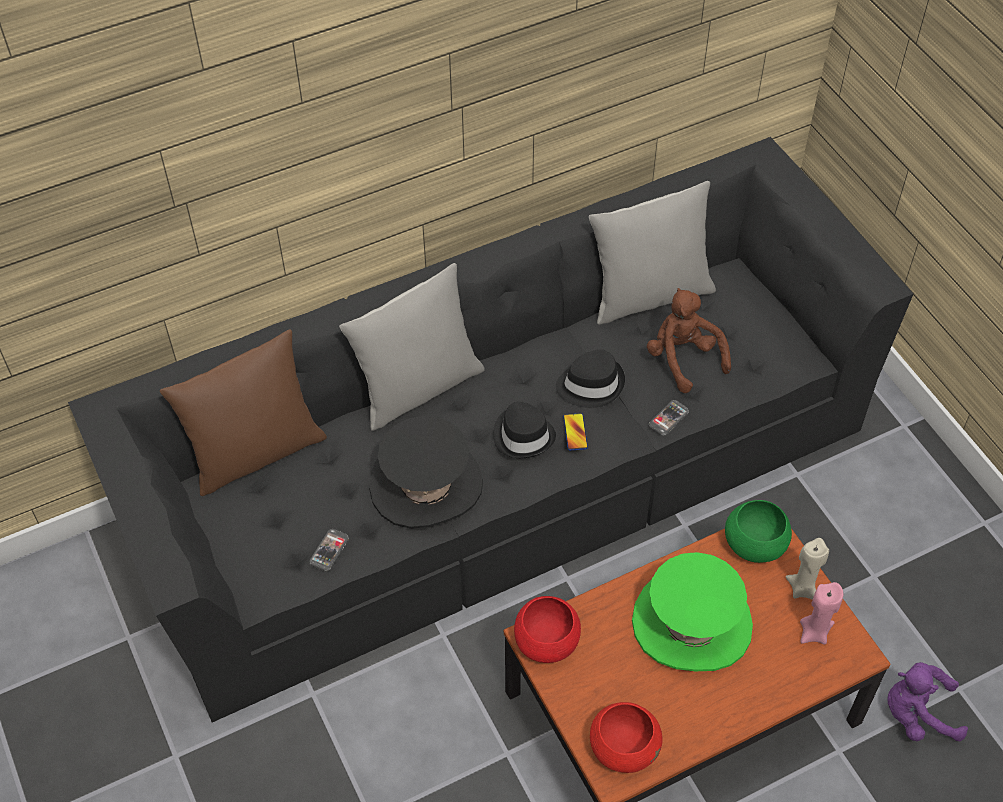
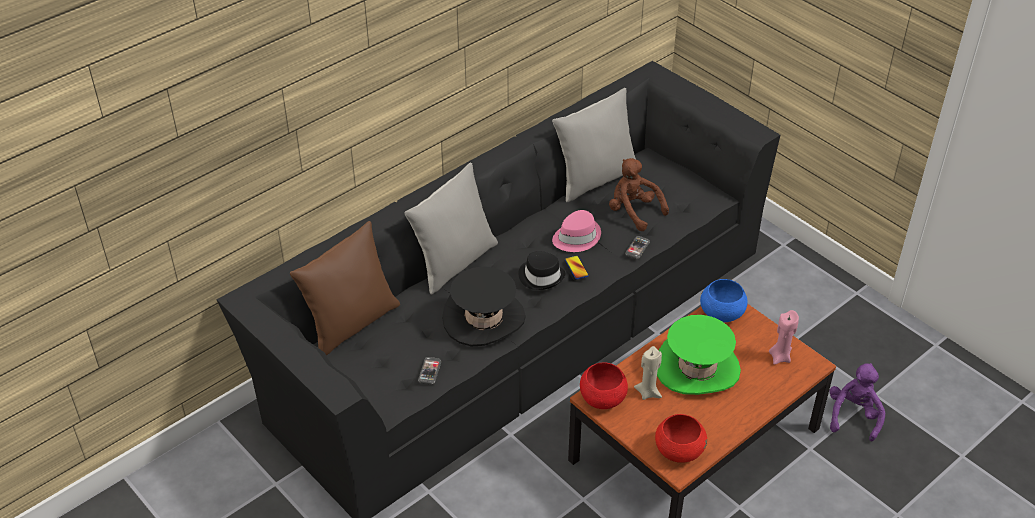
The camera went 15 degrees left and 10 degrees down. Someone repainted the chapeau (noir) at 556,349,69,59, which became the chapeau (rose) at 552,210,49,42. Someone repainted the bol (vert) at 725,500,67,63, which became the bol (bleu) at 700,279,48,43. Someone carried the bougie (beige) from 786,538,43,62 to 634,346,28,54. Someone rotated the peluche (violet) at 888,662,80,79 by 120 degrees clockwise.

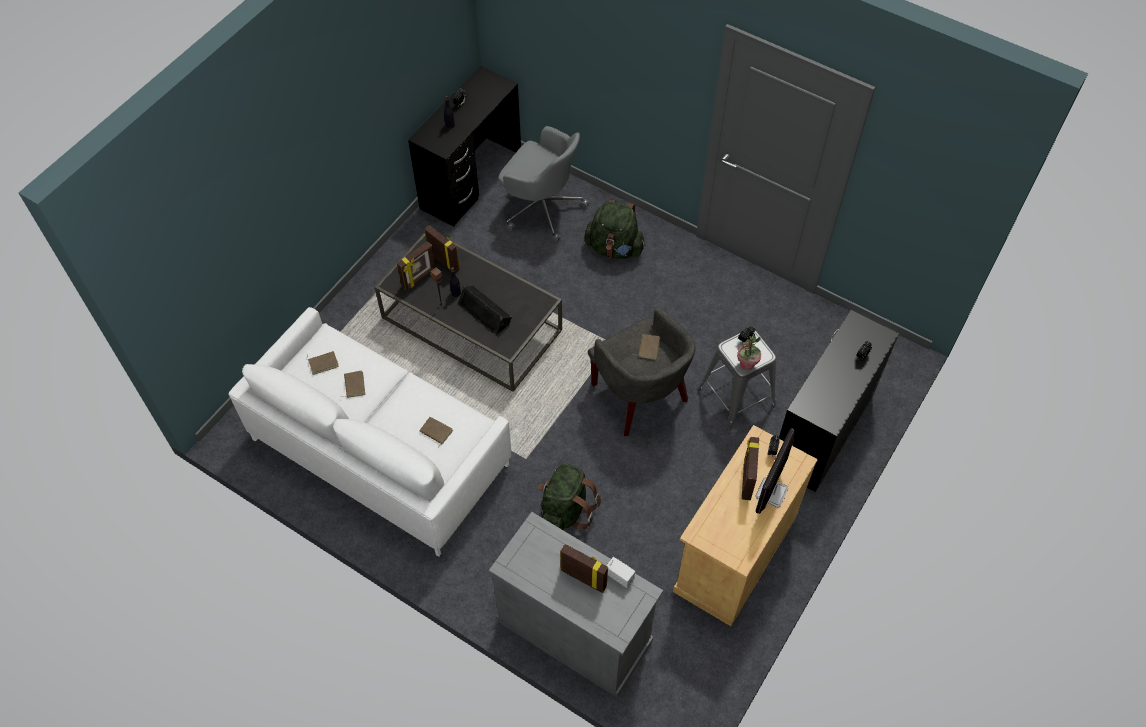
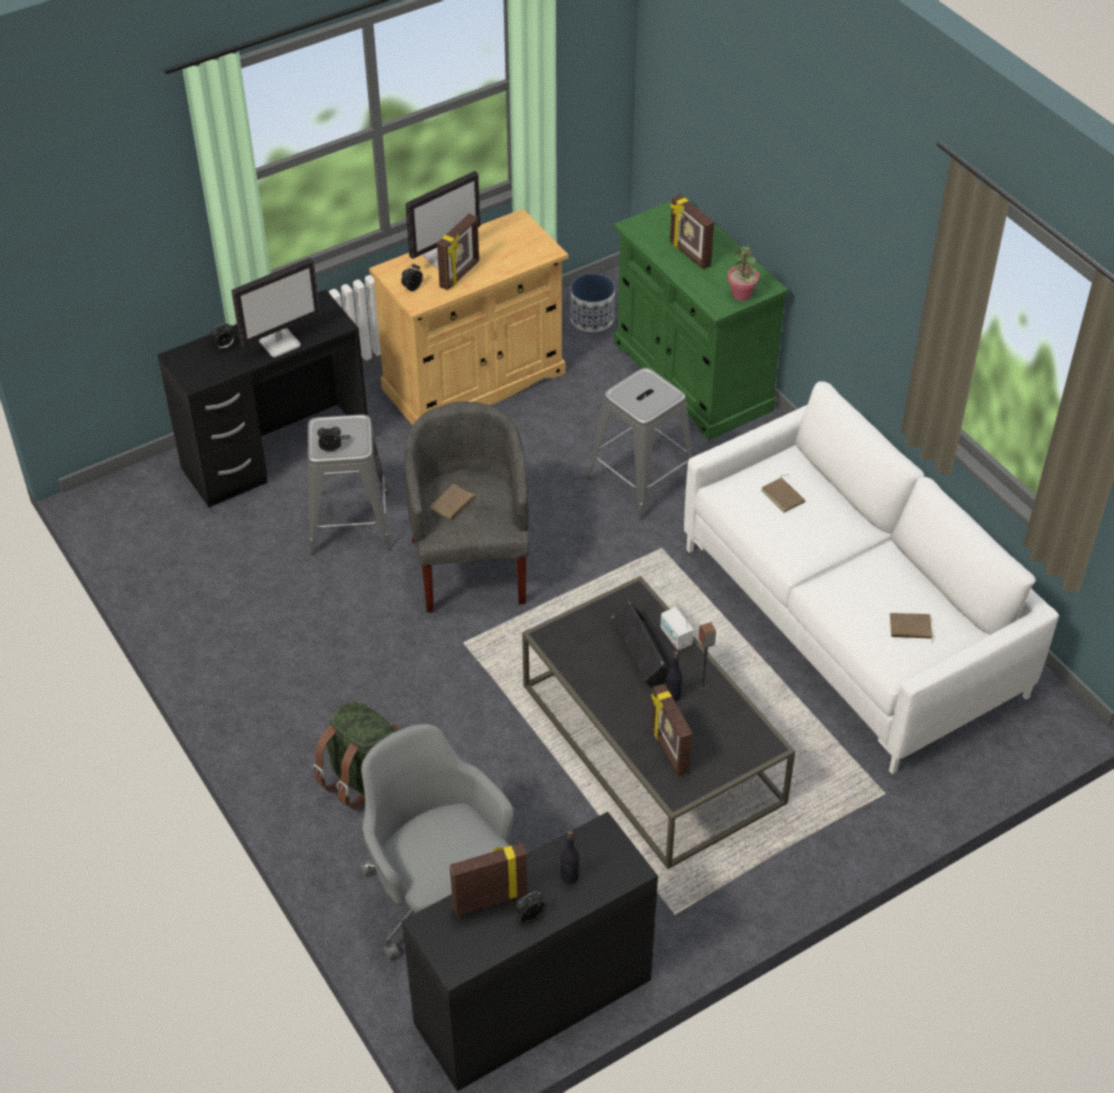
The camera went 155 degrees left and 10 degrees down. Someone took away the livre (marron) at 342,370,23,28. Someone carried the cadre photo from 397,241,38,50 to 450,844,77,72. Someone repainted the meuble de rangement (gris) at 489,512,174,186, which became the meuble de rangement (vert) at 613,196,175,244. Someone swapped the sac à dos (vert) at 538,463,63,67 for the tabouret (gris) at 586,368,106,152. Someone carried the radio from 606,557,29,31 to 661,607,33,44. Someone carried the plante en pot from 737,336,24,34 to 727,246,32,55. Someone put down the écran d'ordinateur at 231,258,89,99. Someone put down the cache-pot at 570,274,45,58.

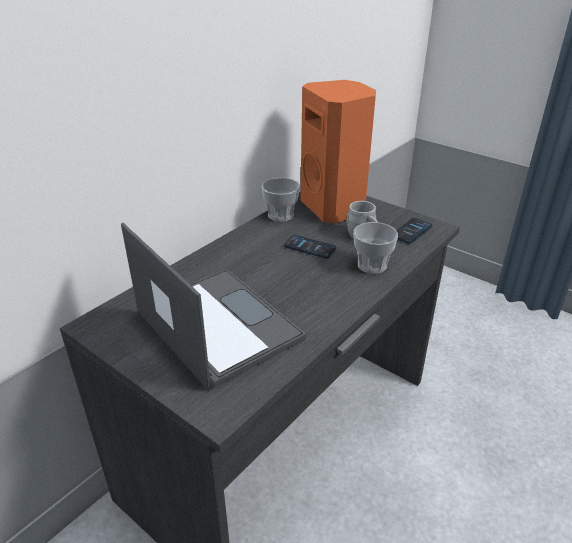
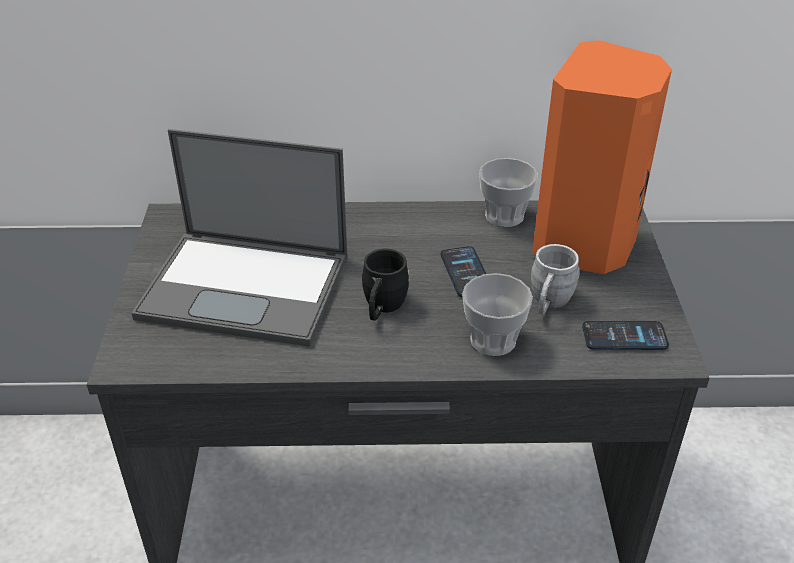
The camera went 50 degrees right and 5 degrees up. Someone rotated the ordinateur portable at 121,223,185,168 by 90 degrees clockwise. Someone put down the mug (noir) at 362,249,47,72.

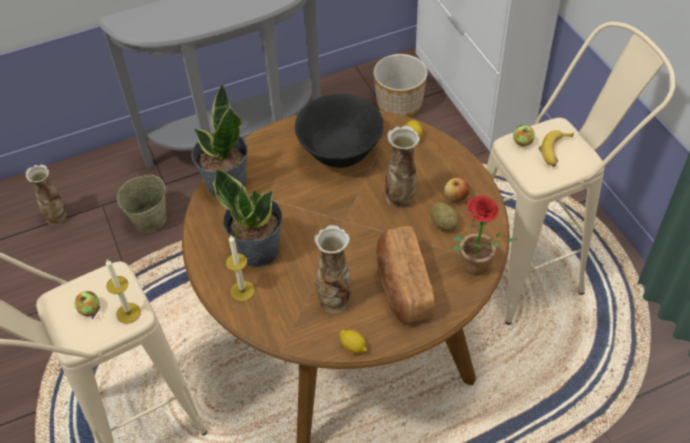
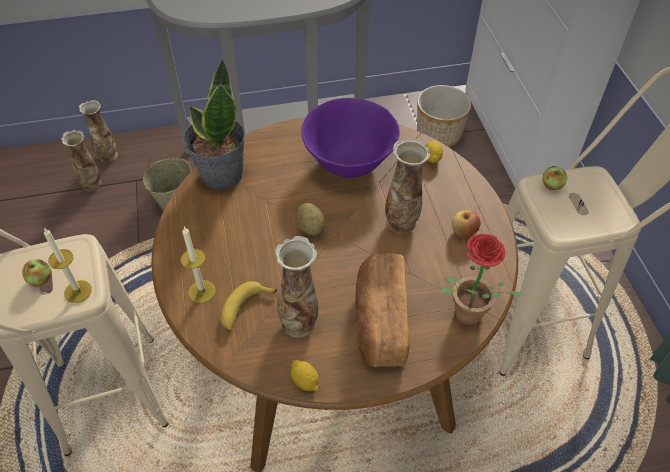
The camera went 10 degrees right and 0 degrees up. Someone took away the plante en pot at 213,169,69,98. Someone repainted the bol (noir) at 295,94,89,74, which became the bol (violet) at 301,98,99,80. Someone carried the pomme de terre from 430,202,28,28 to 297,203,28,32. Someone carried the banane from 541,130,33,37 to 220,281,57,51. Someone put down the vase at 79,100,39,62.

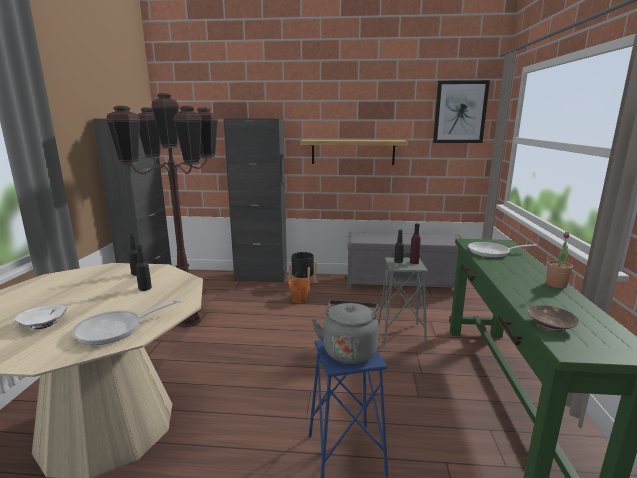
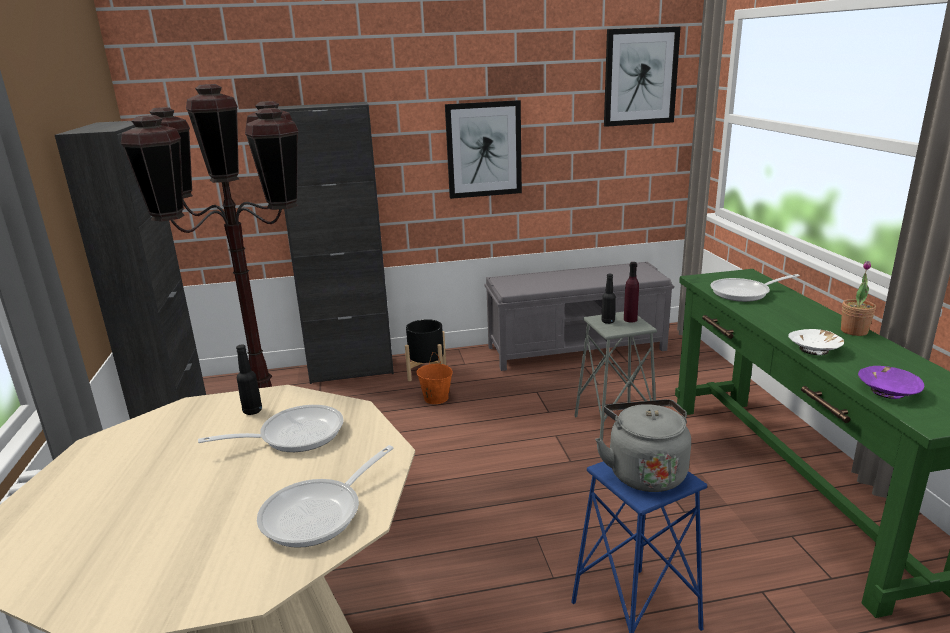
The camera went 15 degrees left and 5 degrees up. Someone carried the bol (blanc) from 15,305,52,24 to 788,329,56,26. Someone swapped the bouteille (noir) at 135,244,17,47 for the poêle at 198,405,146,47. Someone swapped the étagère at 300,140,108,25 for the tableau at 445,100,77,99. Someone repainted the bol (marron) at 528,305,50,26, which became the bol (violet) at 858,366,66,33.

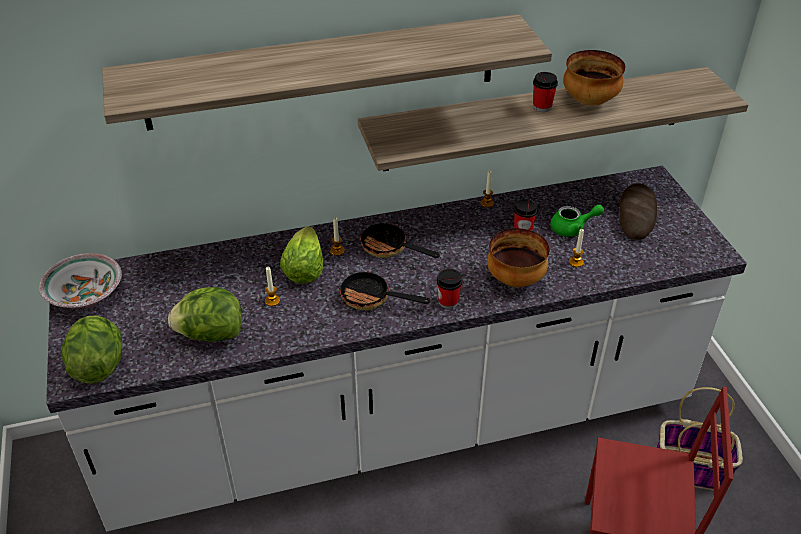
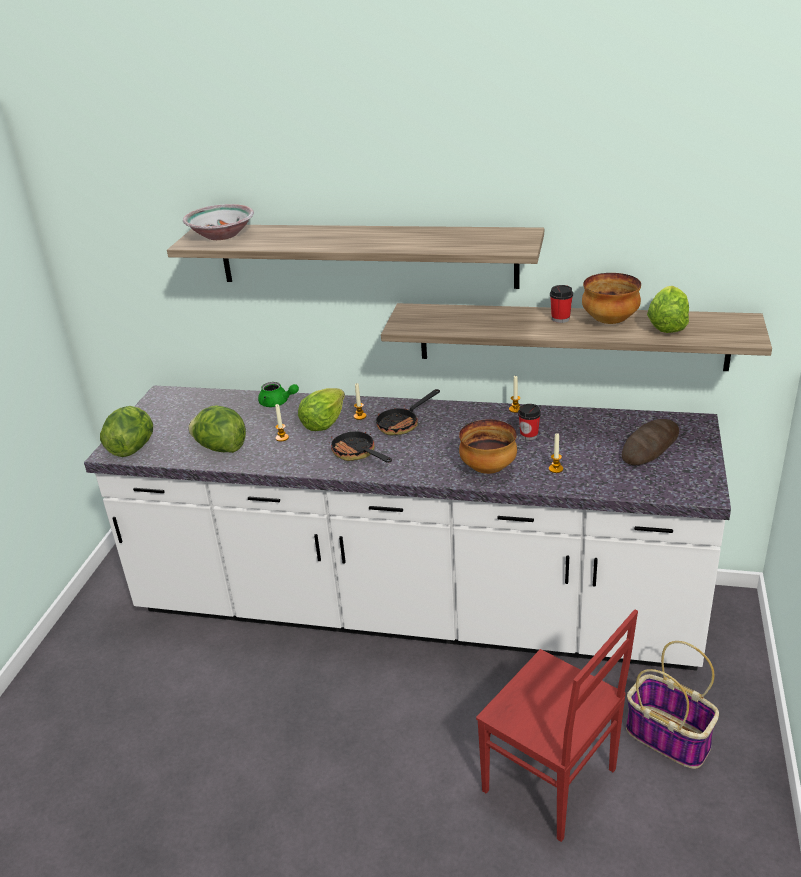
The camera went 30 degrees right and 10 degrees down. Someone carried the bol from 39,253,83,55 to 183,204,71,36. Someone rotated the poêle at 359,223,81,35 by 105 degrees counterclockwise. Someone took away the tasse at 437,269,25,40. Someone carried the théière (vert) from 550,204,54,33 to 258,382,41,25. Someone put down the laitue at 647,286,42,47.

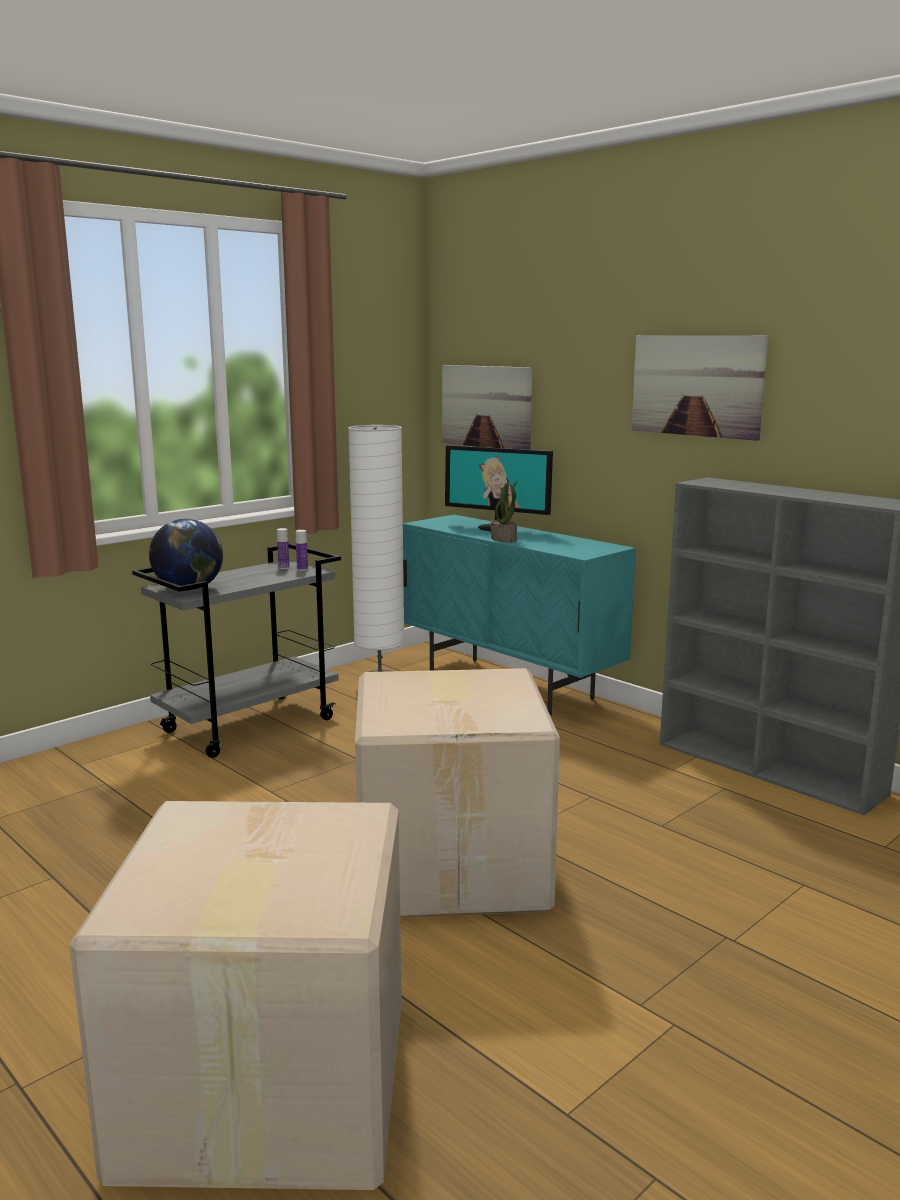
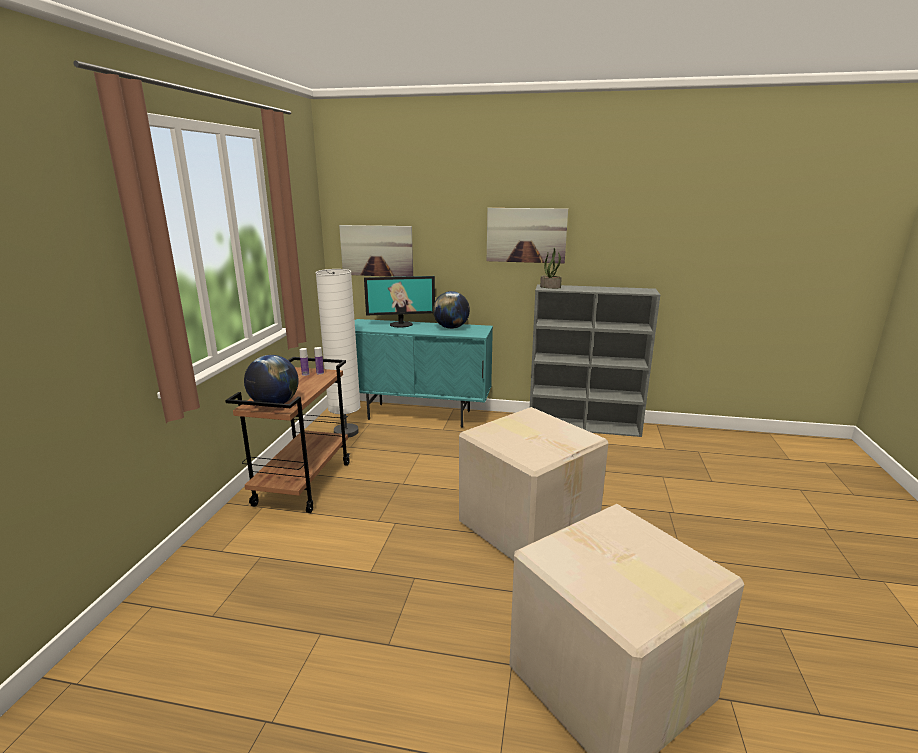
The camera went 35 degrees left and 5 degrees up. Someone repainted the chariot (gris) at 132,543,209,215, which became the chariot (marron) at 225,357,125,156. Someone carried the plante en pot from 491,477,28,66 to 540,248,22,41. Someone put down the globe at 433,291,37,38.

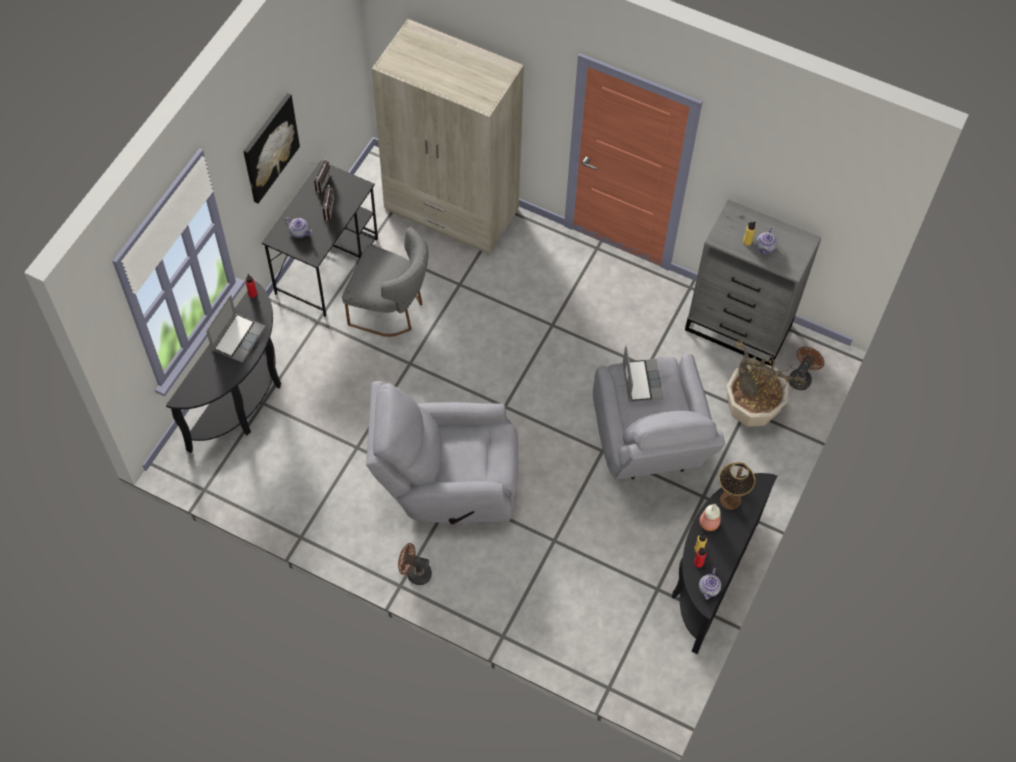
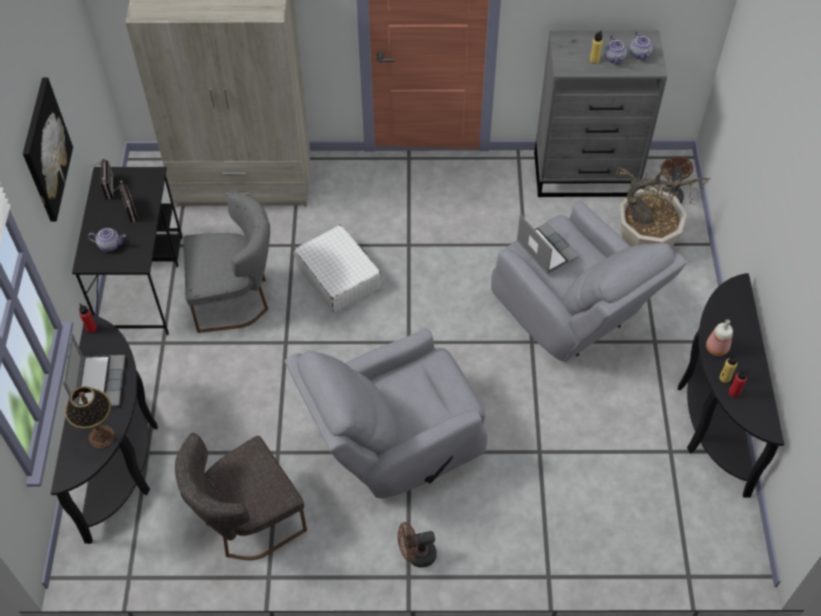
The camera went 25 degrees left and 5 degrees down. Someone carried the théière from 699,568,22,32 to 630,31,23,30. Someone carried the lampe de table from 719,462,36,48 to 65,386,50,63. Someone put down the chaise (gris) at 175,433,132,127. Someone put down the valise (blanc) at 293,225,88,87.

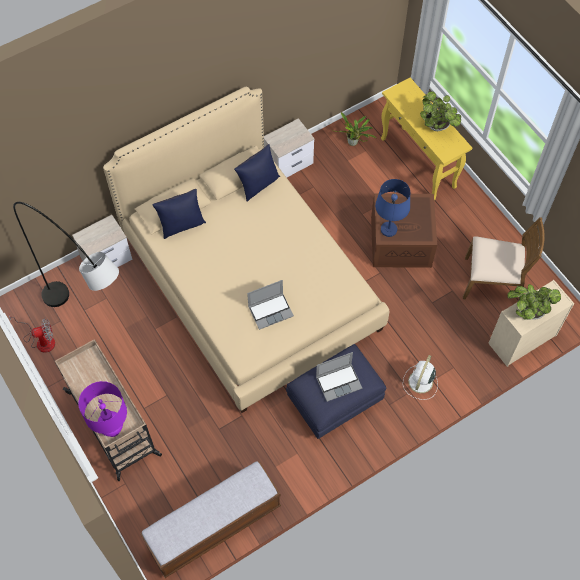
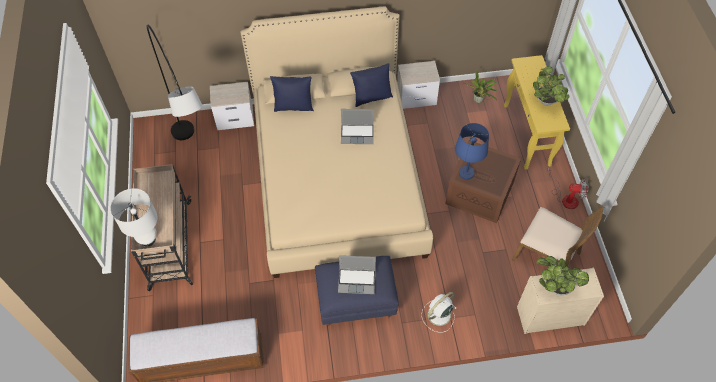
The camera went 25 degrees right and 5 degrees down. Someone carried the ventilateur from 9,315,46,38 to 547,166,41,43. Someone repainted the lampe de table (violet) at 78,381,49,56, which became the lampe de table (blanc) at 110,188,48,59. Someone carried the ordinateur portable from 247,280,47,50 to 341,109,33,35.

